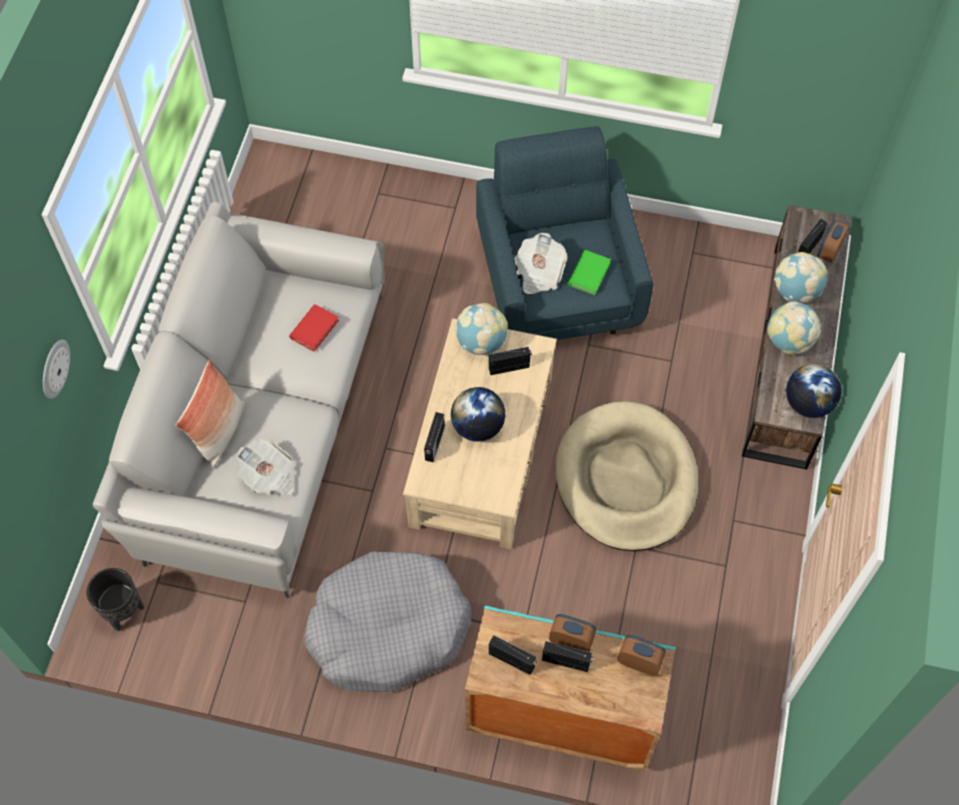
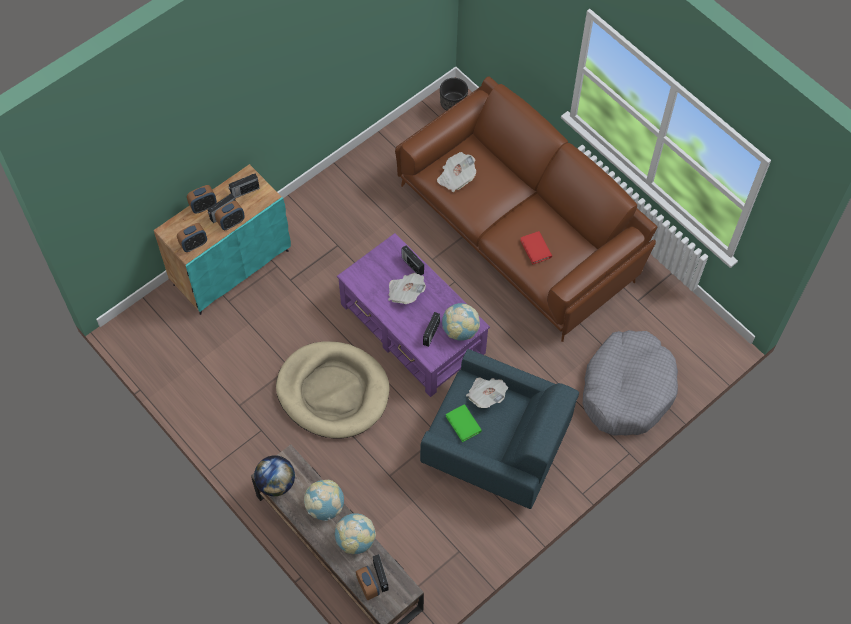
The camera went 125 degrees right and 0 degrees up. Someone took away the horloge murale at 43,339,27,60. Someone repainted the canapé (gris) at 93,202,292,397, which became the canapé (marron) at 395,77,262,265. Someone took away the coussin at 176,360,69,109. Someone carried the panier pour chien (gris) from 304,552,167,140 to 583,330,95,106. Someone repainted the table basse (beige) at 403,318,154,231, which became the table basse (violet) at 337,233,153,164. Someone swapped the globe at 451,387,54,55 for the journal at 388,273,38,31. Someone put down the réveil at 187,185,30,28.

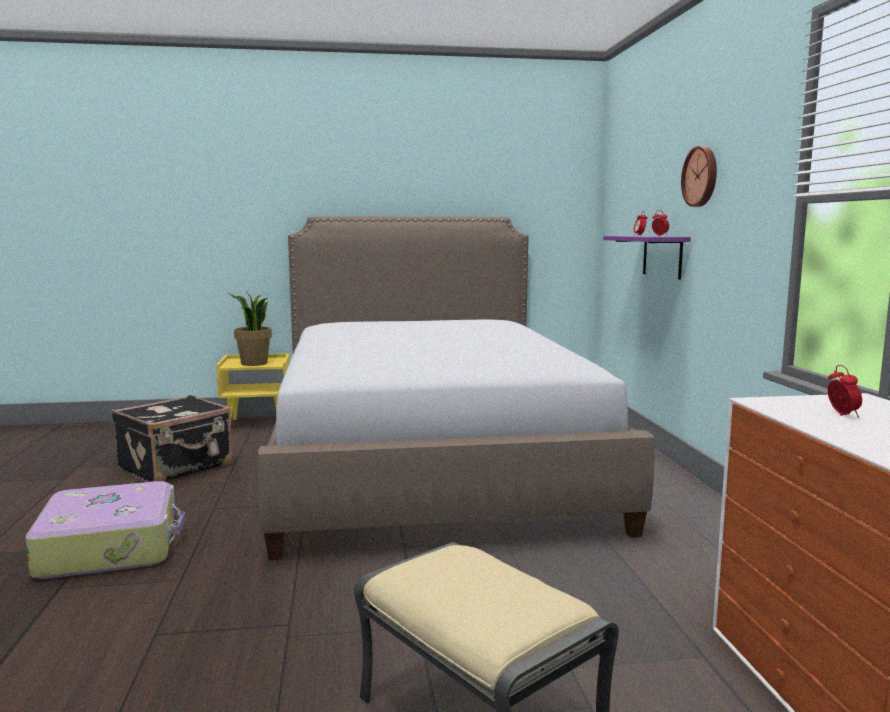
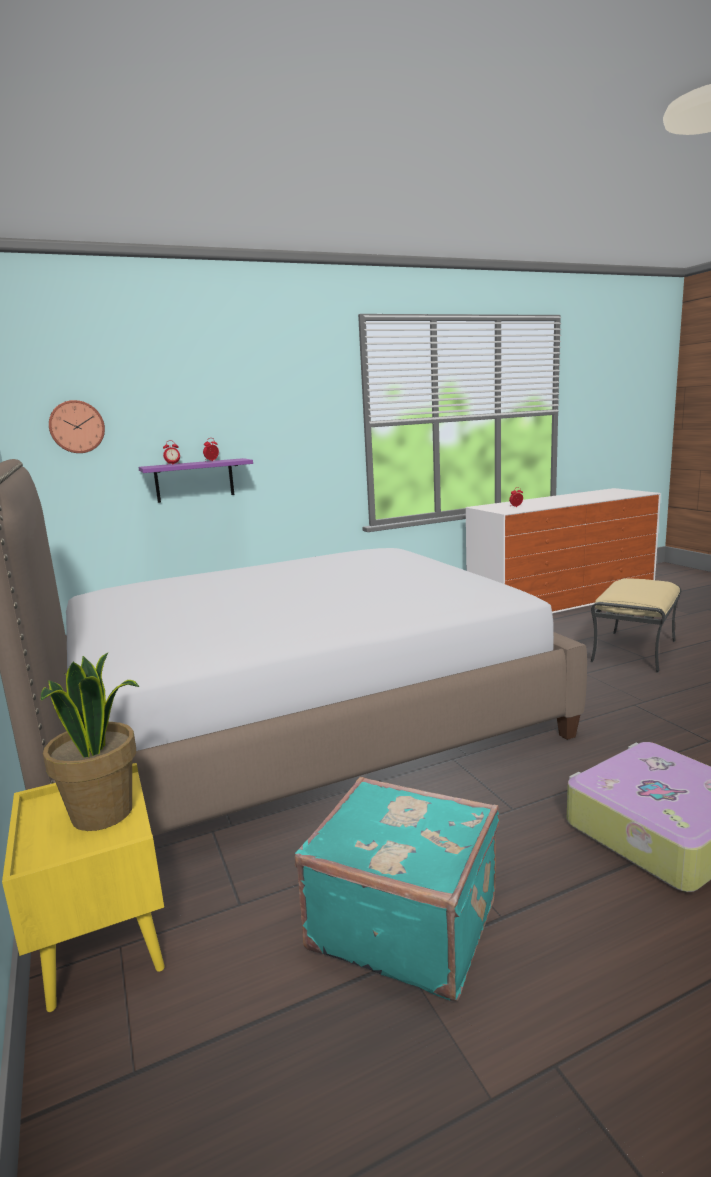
The camera went 105 degrees left and 5 degrees up. Someone repainted the valise (noir) at 112,395,120,87, which became the valise (turquoise) at 295,777,204,224. Someone carried the horloge murale from 681,146,36,61 to 49,400,56,53.

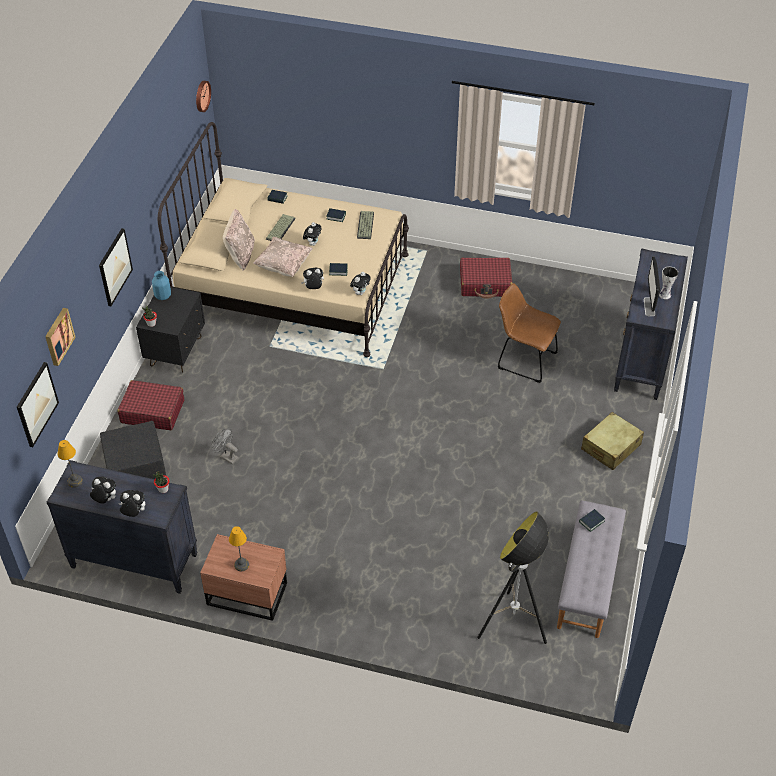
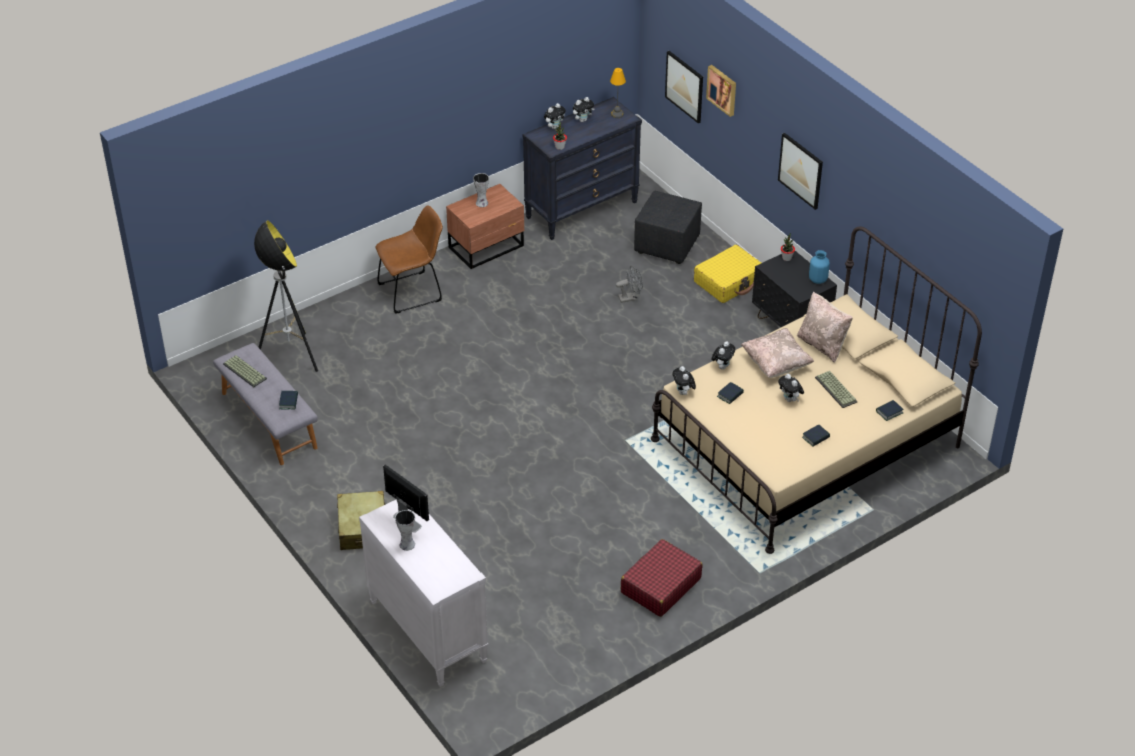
The camera went 130 degrees right and 5 degrees down. Someone repainted the valise (rouge) at 117,380,67,50, which became the valise (jaune) at 694,245,67,58. Someone took away the horloge murale at 196,81,15,31. Someone swapped the lampe de table at 229,526,20,45 for the vase at 473,173,16,34. Someone carried the clavier from 357,211,17,28 to 223,355,44,32. Someone carried the chaise (marron) from 498,283,63,100 to 375,205,68,109. Someone repainted the commode (noir) at 614,248,74,152, which became the commode (blanc) at 359,499,130,188.

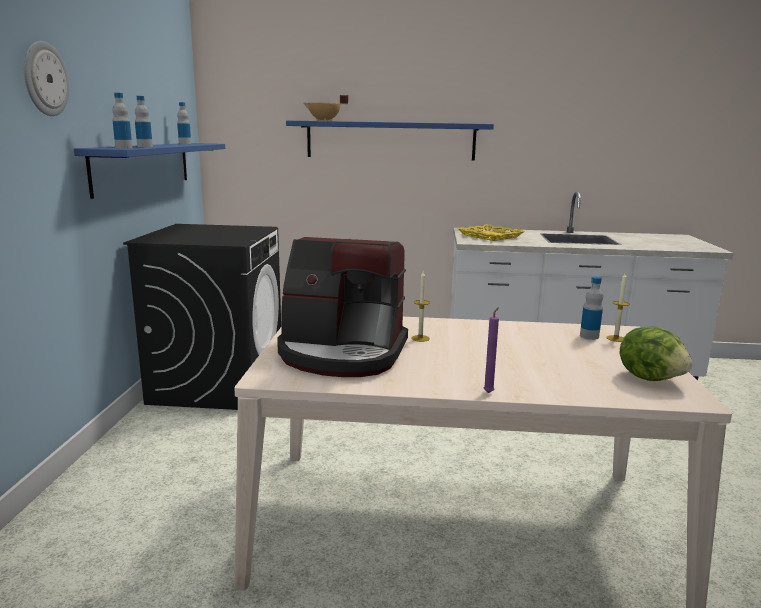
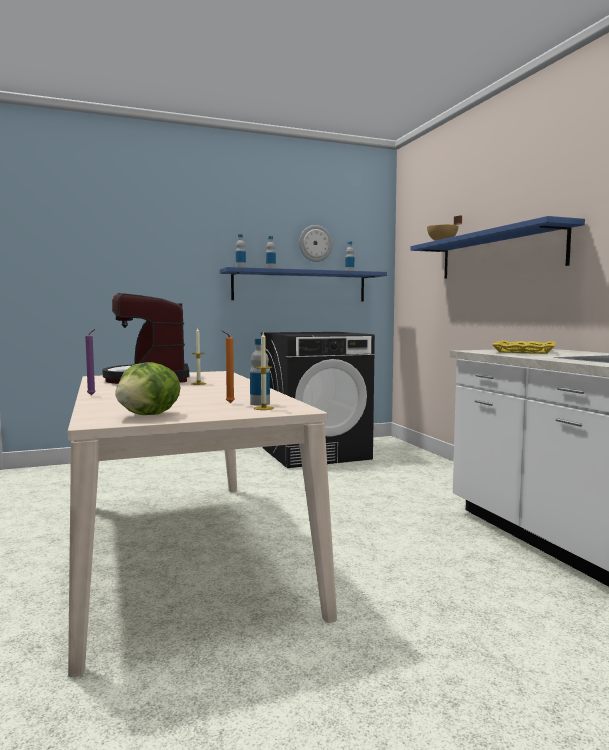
The camera went 65 degrees right and 10 degrees down. Someone carried the horloge murale from 24,41,45,75 to 299,225,34,37. Someone put down the bougie (orange) at 222,331,13,72.

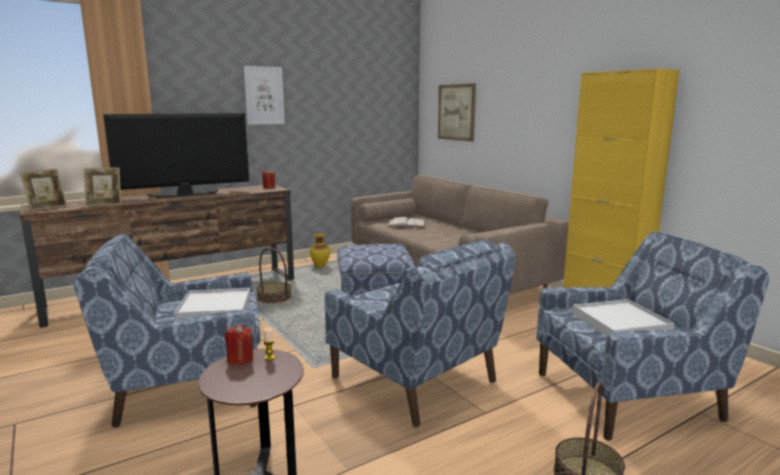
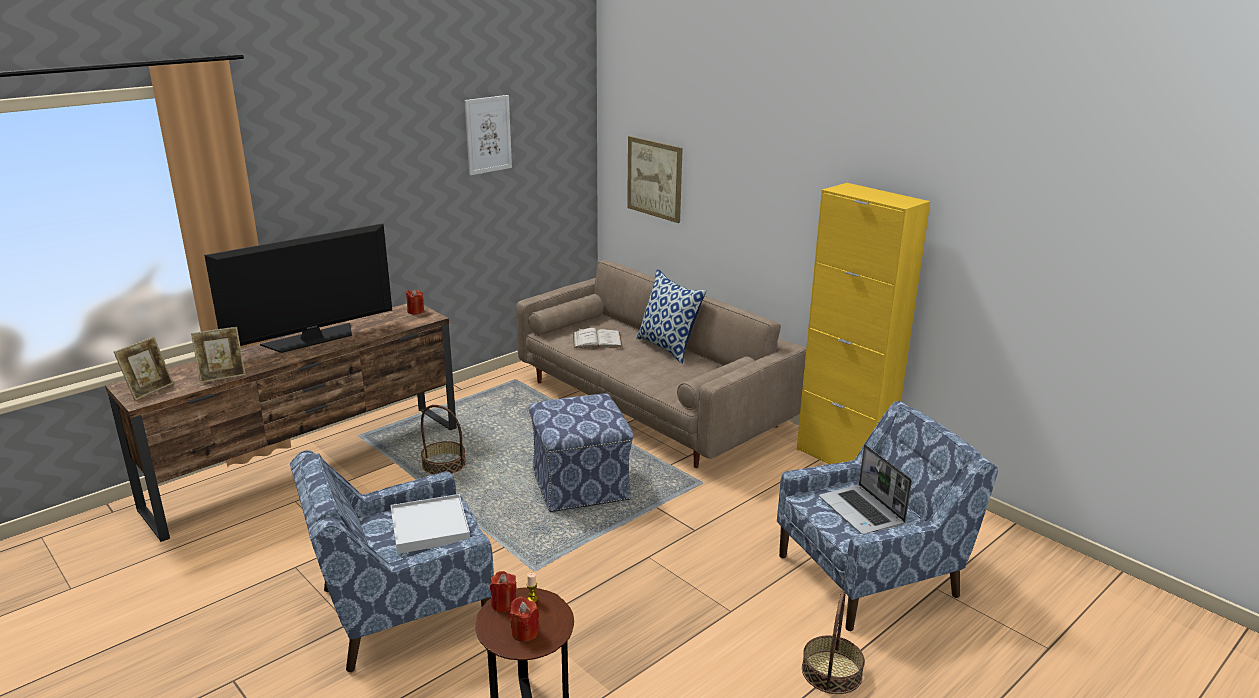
The camera went 10 degrees left and 10 degrees up. Someone carried the tableau from 244,66,41,59 to 465,95,47,80. Someone took away the vase at 310,233,20,35. Someone took away the fauteuil (bleu) at 325,240,191,187. Someone swapped the plateau (blanc) at 572,299,103,38 for the ordinateur portable at 819,444,93,90. Someone put down the bougie (rouge) at 510,596,29,46. Someone put down the coussin at 636,269,70,95.

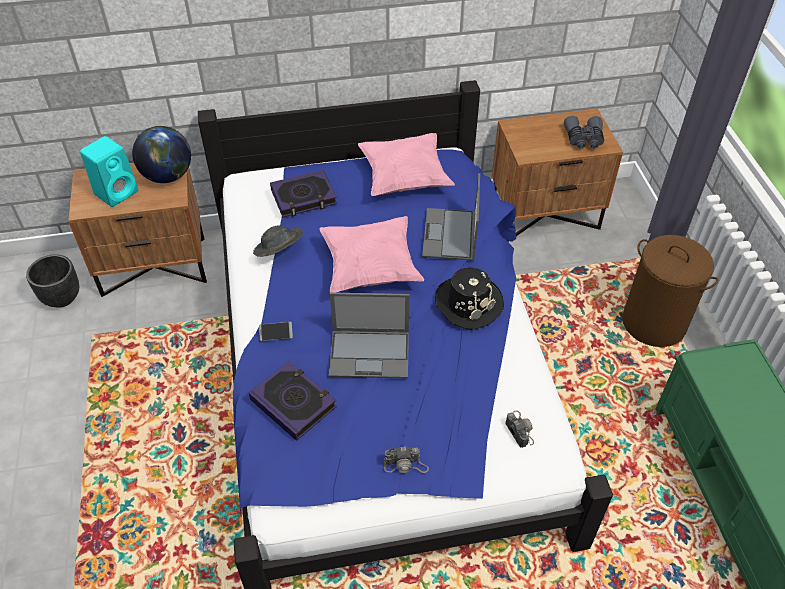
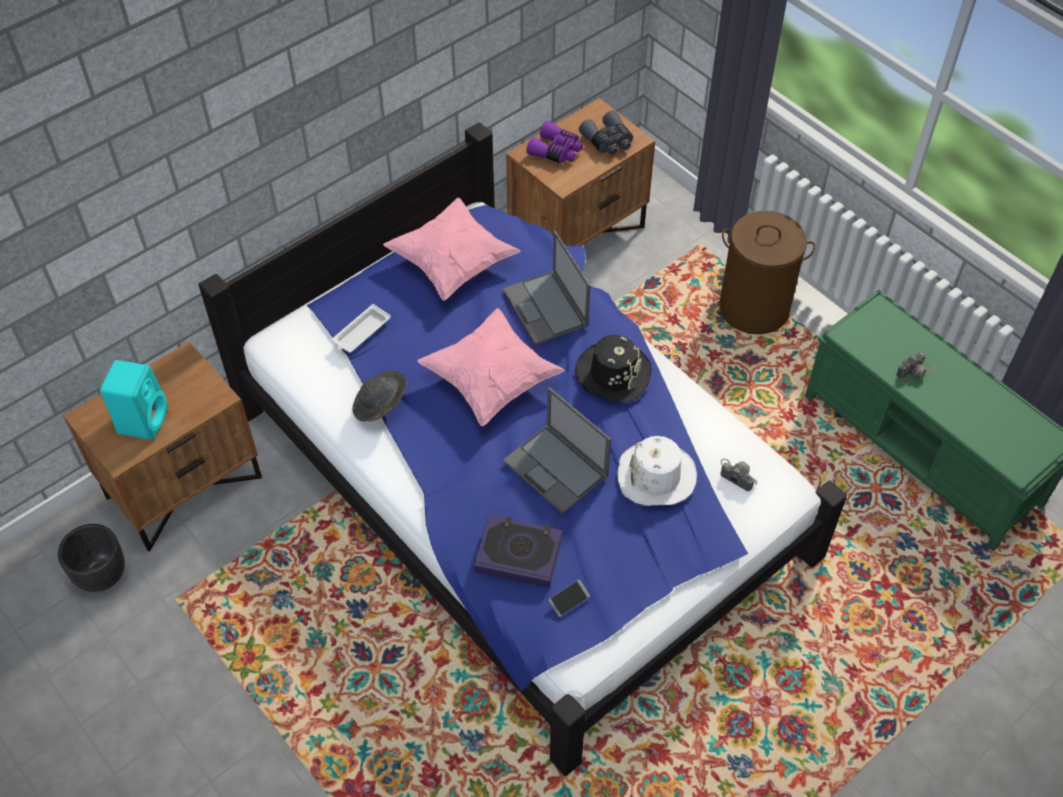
The camera went 30 degrees left and 5 degrees up. Someone took away the globe at 132,126,59,57. Someone carried the téléphone from 259,322,34,19 to 548,579,42,38. Someone swapped the livre at 270,170,67,48 for the plateau (blanc) at 332,304,59,49. Someone rotated the ordinateur portable at 329,293,81,85 by 75 degrees clockwise. Someone carried the appareil photo from 384,447,45,26 to 896,352,40,32. Someone put down the jumelles (violet) at 526,121,57,43. Someone put down the chapeau (blanc) at 617,436,80,70.

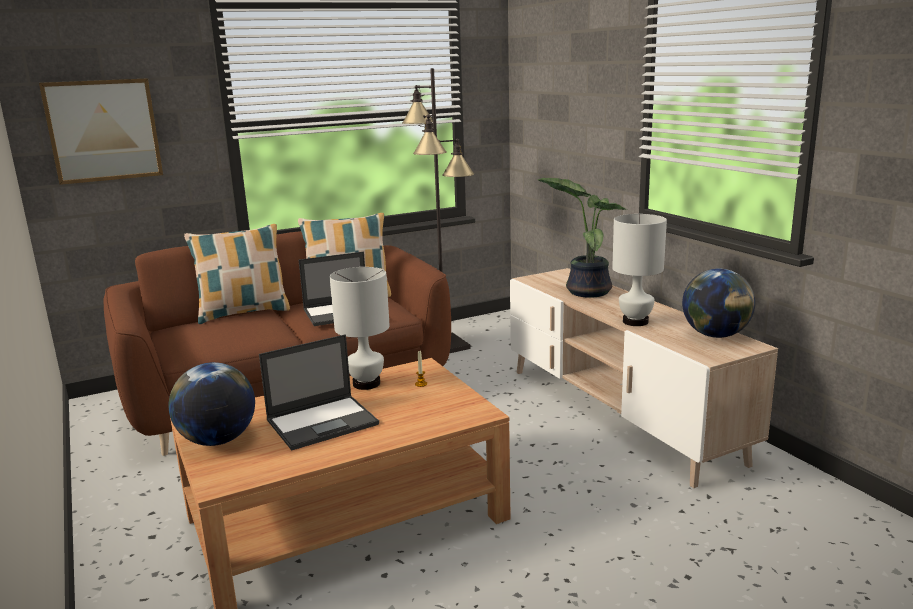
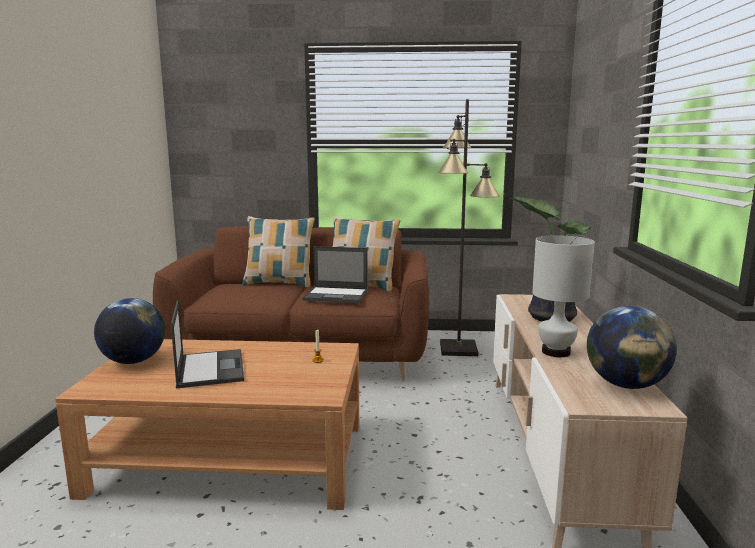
The camera went 30 degrees right and 5 degrees down. Someone took away the tableau at 39,78,124,107. Someone rotated the ordinateur portable at 259,334,120,117 by 105 degrees counterclockwise. Someone took away the lampe de table (blanc) at 330,267,60,123.

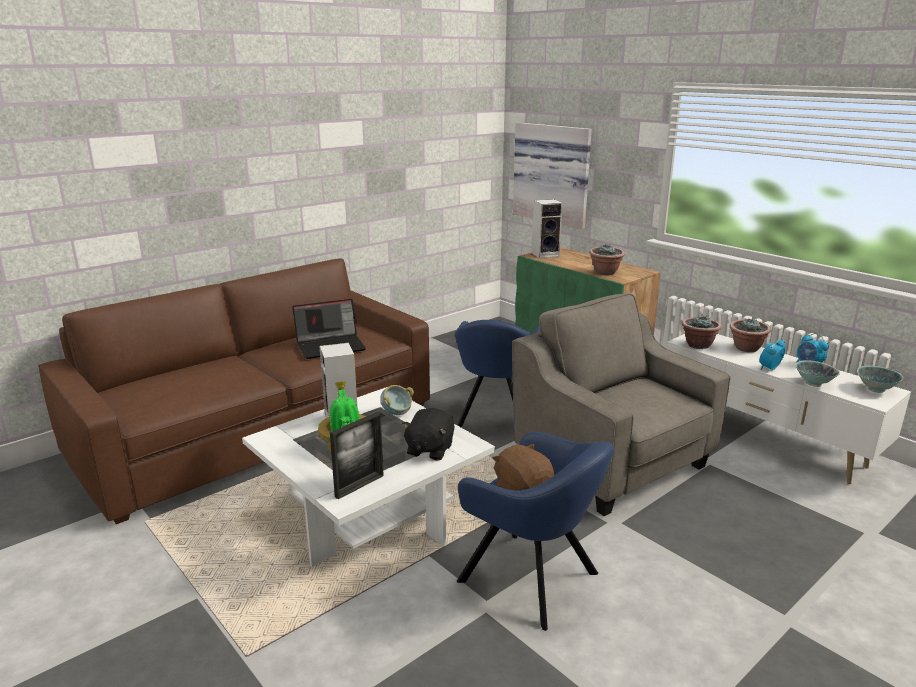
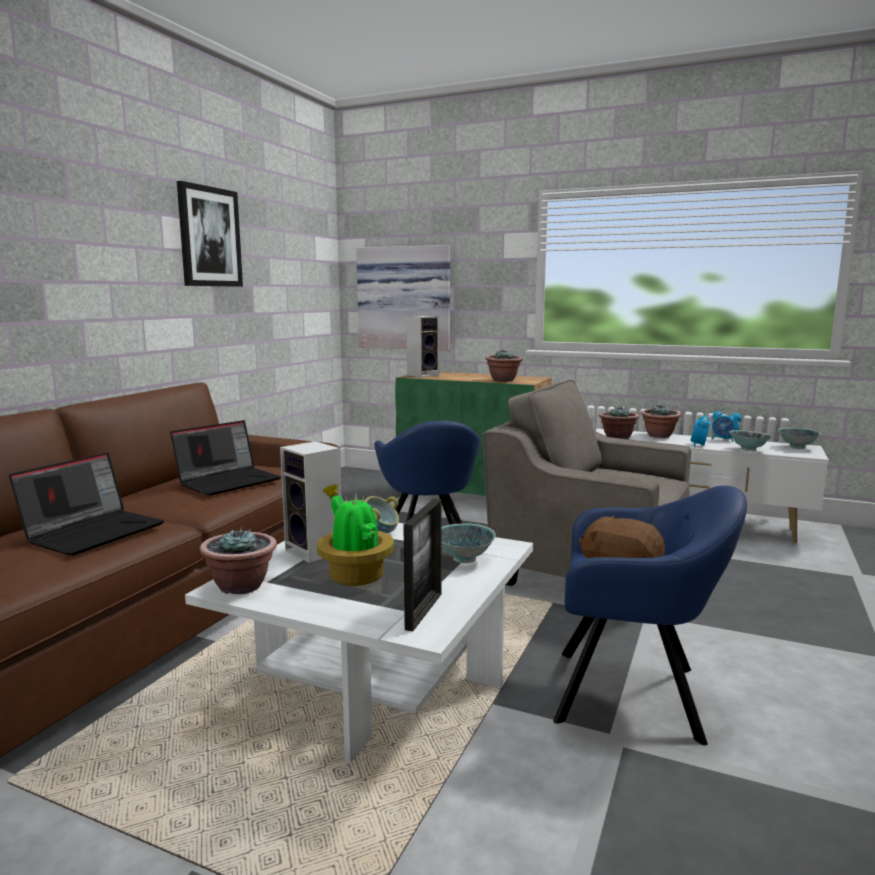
The camera went 25 degrees left and 10 degrees down. Someone swapped the peluche (noir) at 401,408,54,53 for the bol at 441,523,55,40. Someone put down the ordinateur portable at 9,452,155,104. Someone put up the tableau at 177,181,66,106. Someone put down the plante en pot at 199,527,78,67.

